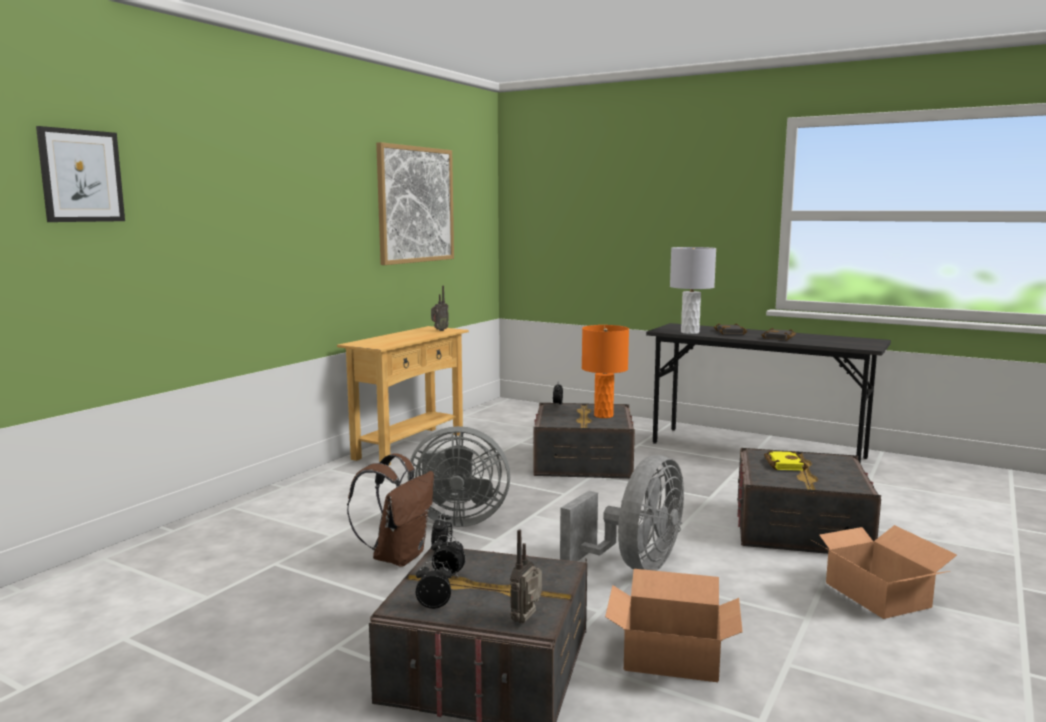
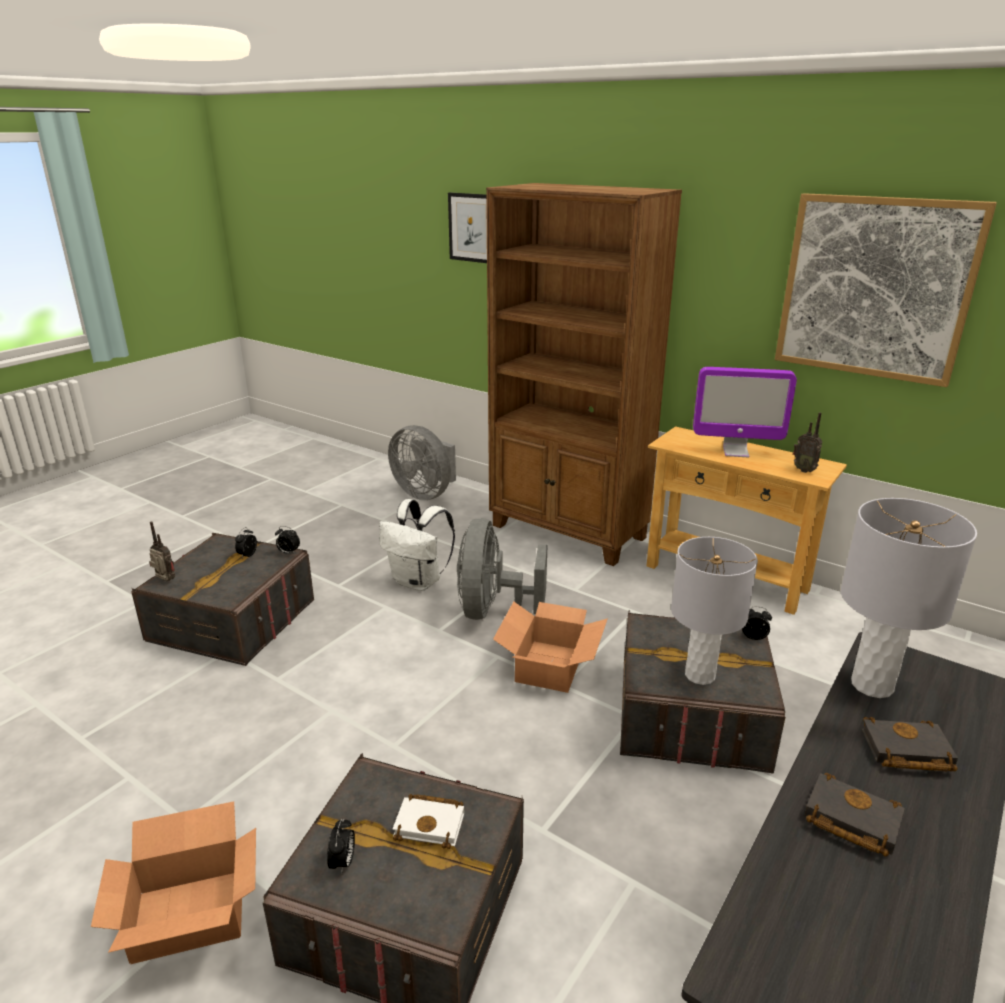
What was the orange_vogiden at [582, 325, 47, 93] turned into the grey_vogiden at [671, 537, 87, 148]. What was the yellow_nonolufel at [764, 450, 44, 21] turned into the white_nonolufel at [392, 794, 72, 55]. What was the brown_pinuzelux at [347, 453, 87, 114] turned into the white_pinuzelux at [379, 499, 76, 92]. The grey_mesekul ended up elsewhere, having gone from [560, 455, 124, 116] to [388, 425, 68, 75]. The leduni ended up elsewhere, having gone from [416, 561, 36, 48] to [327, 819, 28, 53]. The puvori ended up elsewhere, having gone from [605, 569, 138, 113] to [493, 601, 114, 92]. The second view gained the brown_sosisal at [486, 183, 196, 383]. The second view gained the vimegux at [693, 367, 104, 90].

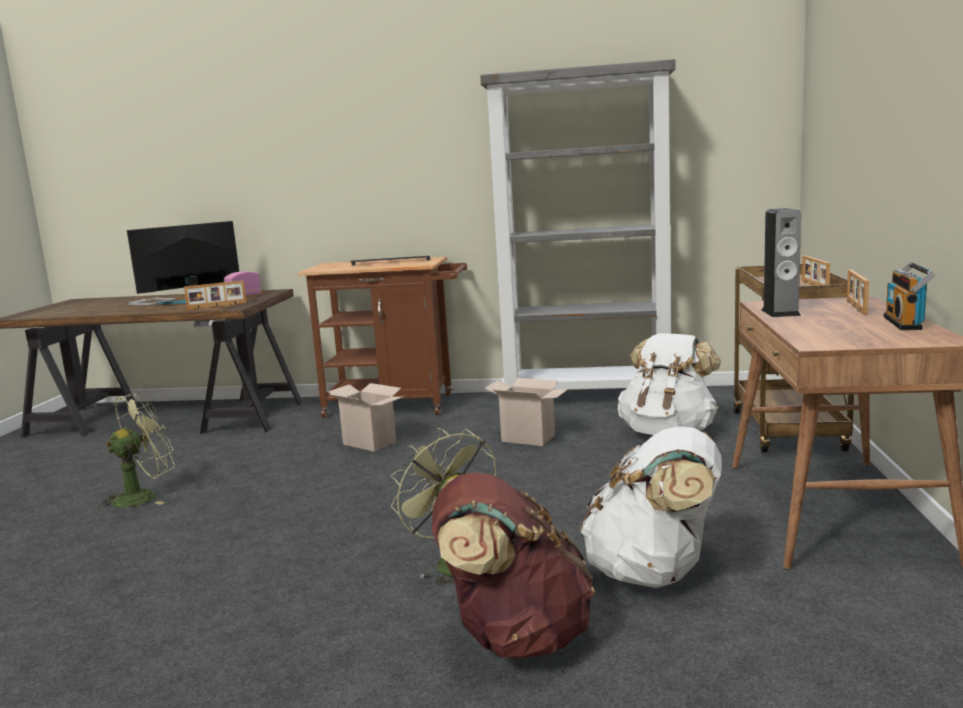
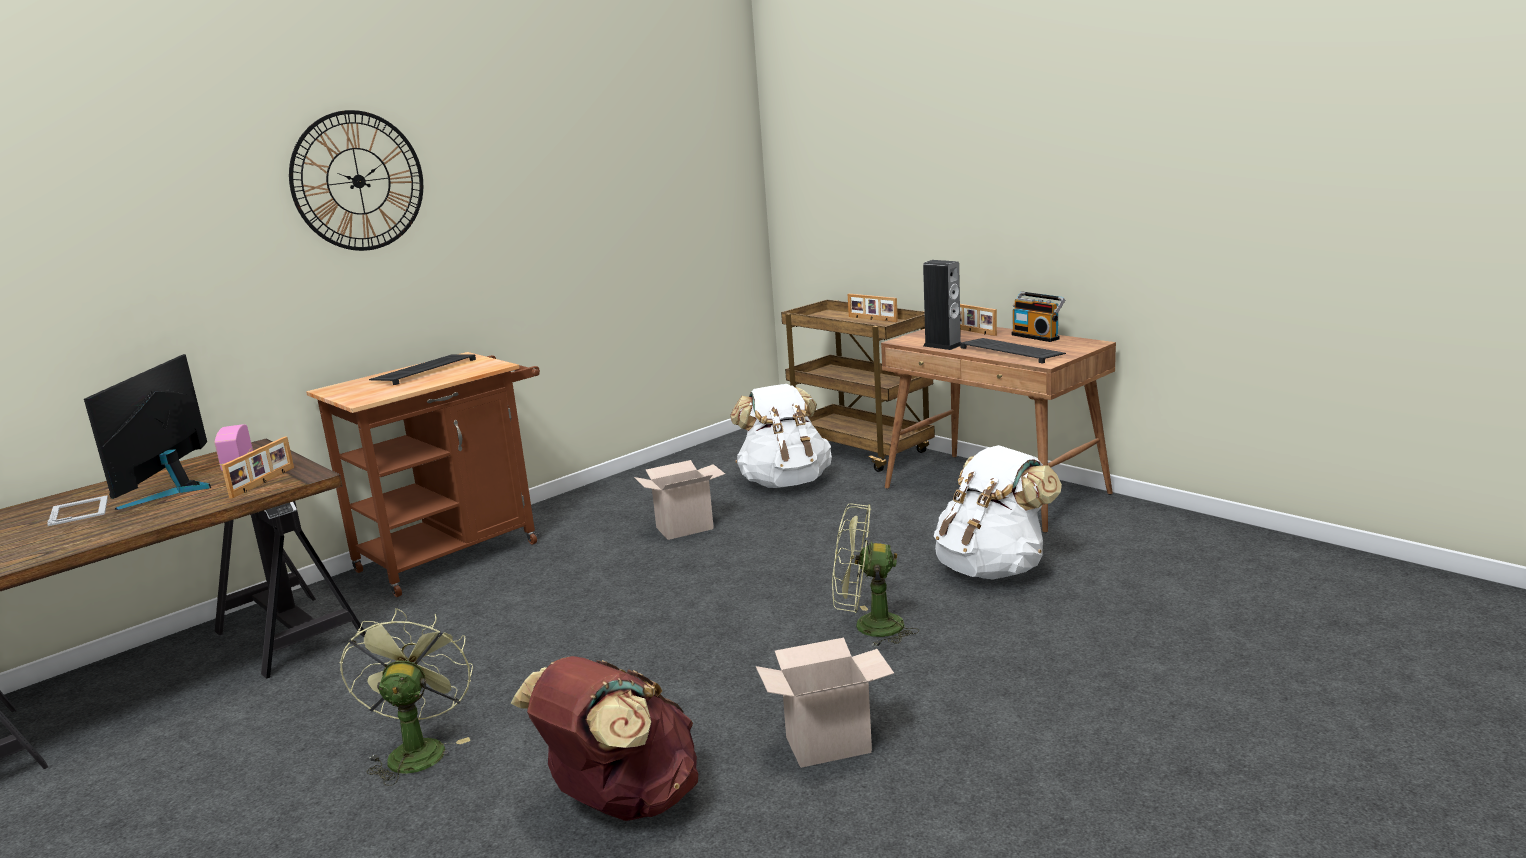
The second view lost the grey_sosisal at [480, 59, 195, 331]. The puvori ended up elsewhere, having gone from [328, 383, 74, 68] to [756, 638, 138, 130]. The brown_pinuzelux ended up elsewhere, having gone from [432, 473, 163, 186] to [510, 656, 188, 165]. The second view gained the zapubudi at [289, 110, 134, 141]. The second view gained the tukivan at [959, 338, 107, 25].

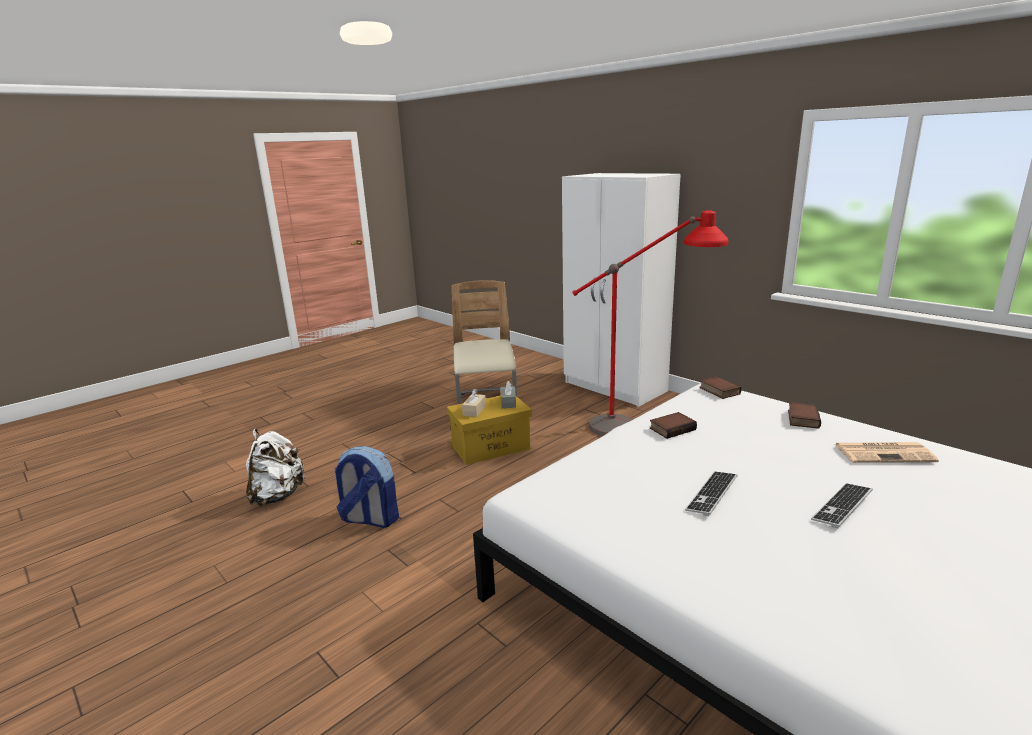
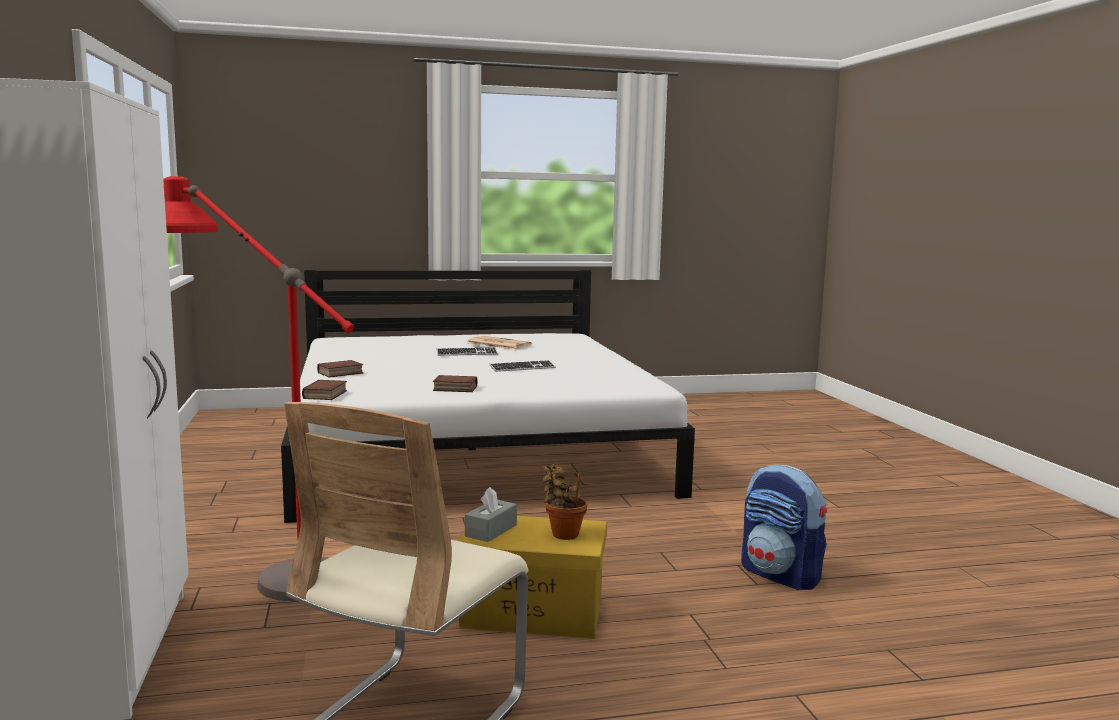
Where the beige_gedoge stood at [462, 389, 24, 28], the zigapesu came to stand at [542, 464, 45, 76]. The second view lost the white_pinuzelux at [246, 429, 60, 77]. The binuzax ended up elsewhere, having gone from [835, 442, 104, 21] to [466, 336, 66, 14].

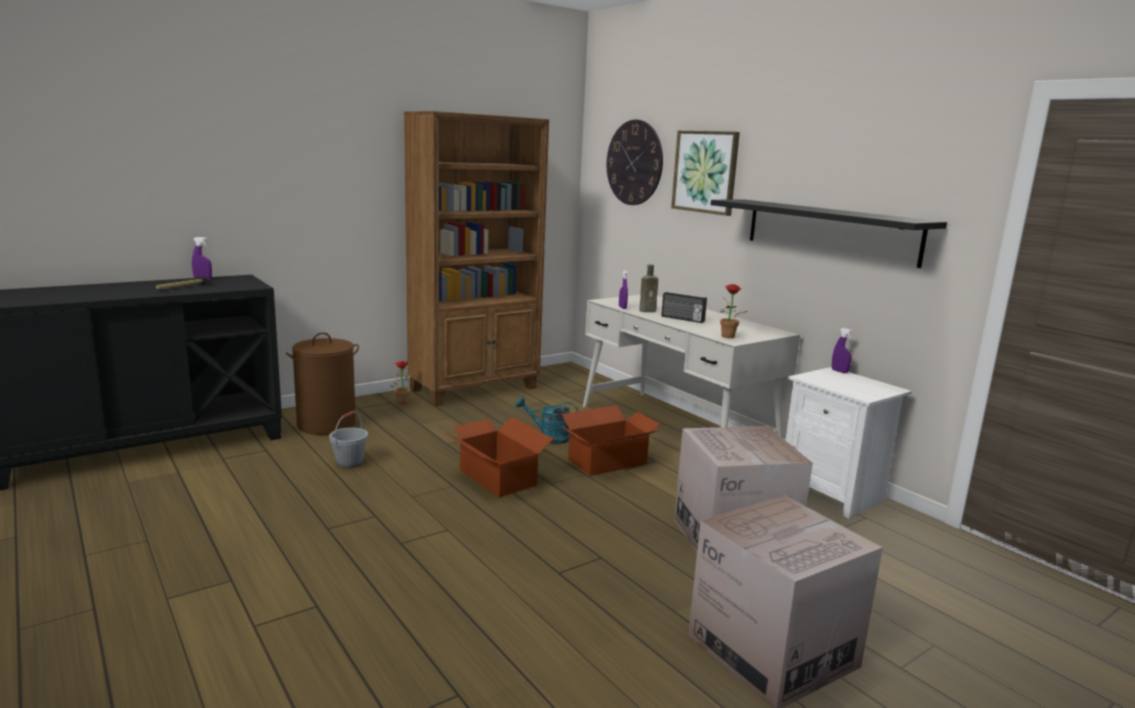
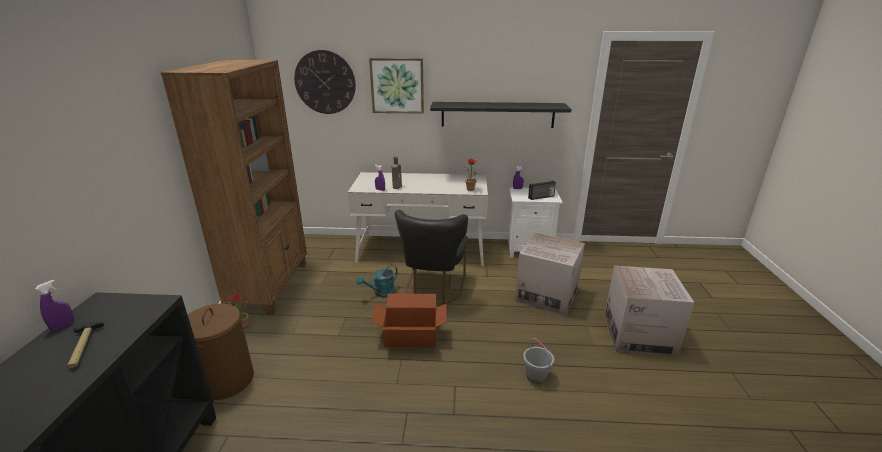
The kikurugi ended up elsewhere, having gone from [661, 292, 46, 31] to [528, 181, 28, 19]. Where the puvori stood at [559, 405, 102, 71], the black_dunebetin came to stand at [395, 210, 73, 95]. The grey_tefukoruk ended up elsewhere, having gone from [329, 411, 39, 58] to [523, 338, 31, 46].

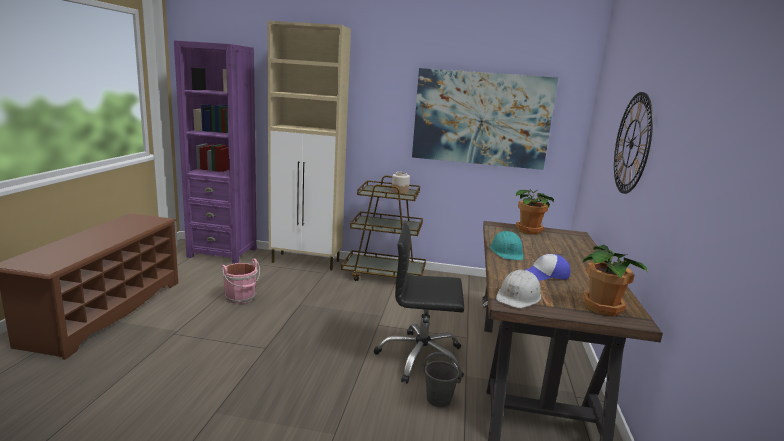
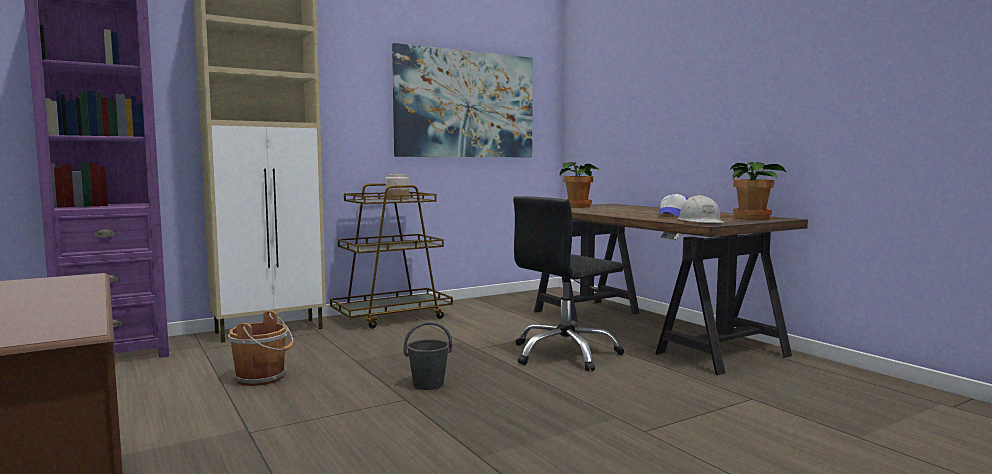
The second view lost the zapubudi at [614, 92, 39, 102]. The second view lost the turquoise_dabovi at [490, 231, 34, 29]. What was the pink_tefukoruk at [221, 258, 39, 46] turned into the brown_tefukoruk at [228, 311, 66, 75]. The grey_tefukoruk ended up elsewhere, having gone from [423, 352, 39, 55] to [404, 321, 48, 69].

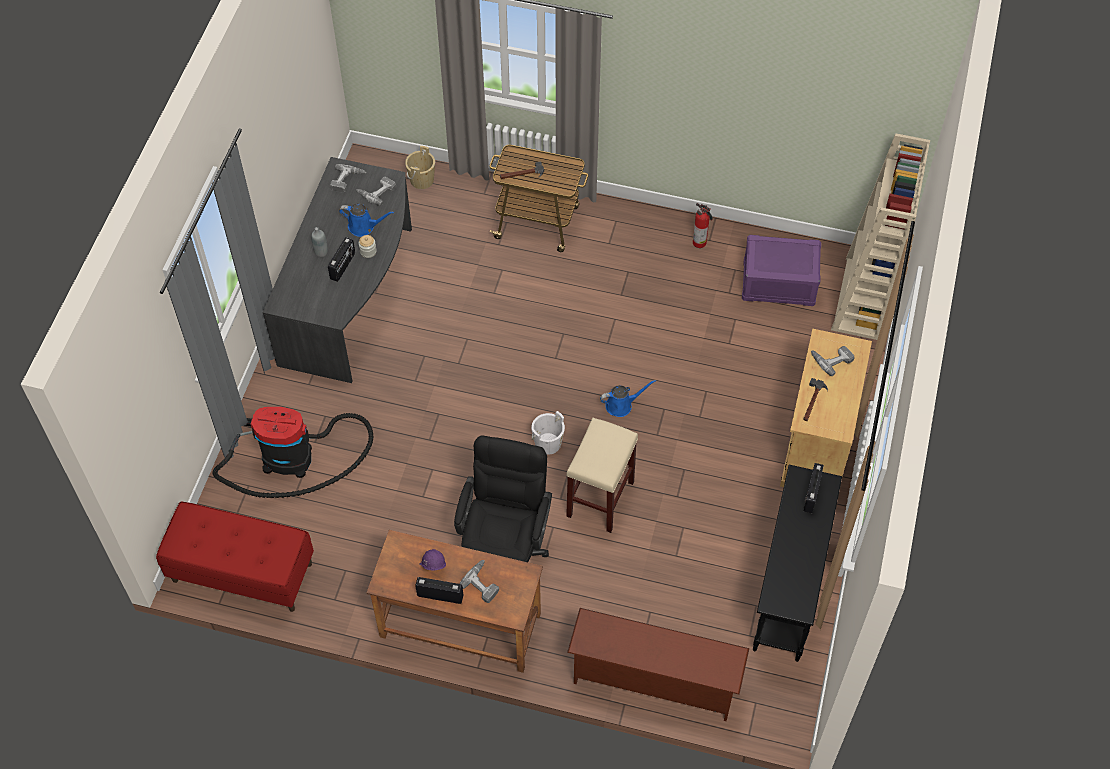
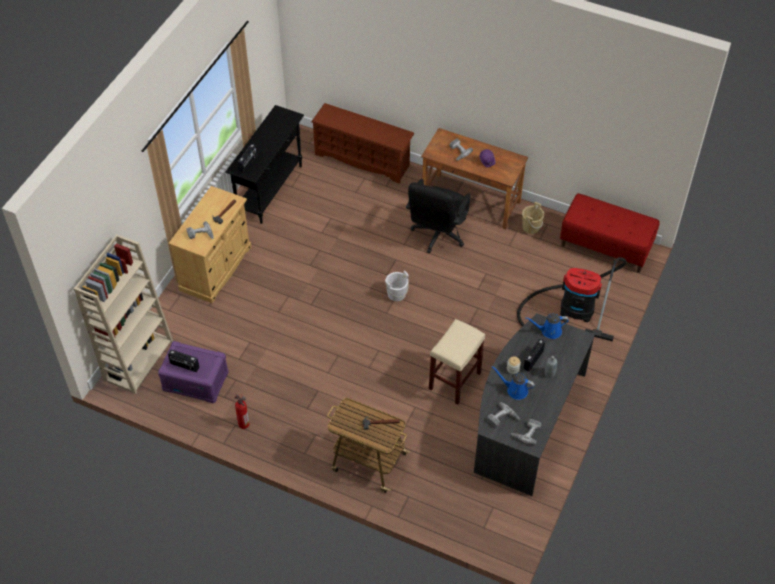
The beige_tefukoruk ended up elsewhere, having gone from [405, 146, 30, 43] to [522, 202, 22, 32]. The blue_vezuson ended up elsewhere, having gone from [600, 380, 56, 37] to [525, 314, 44, 25]. The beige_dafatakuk ended up elsewhere, having gone from [566, 418, 72, 115] to [429, 319, 56, 86]. The kikurugi ended up elsewhere, having gone from [415, 577, 48, 27] to [168, 350, 31, 22].

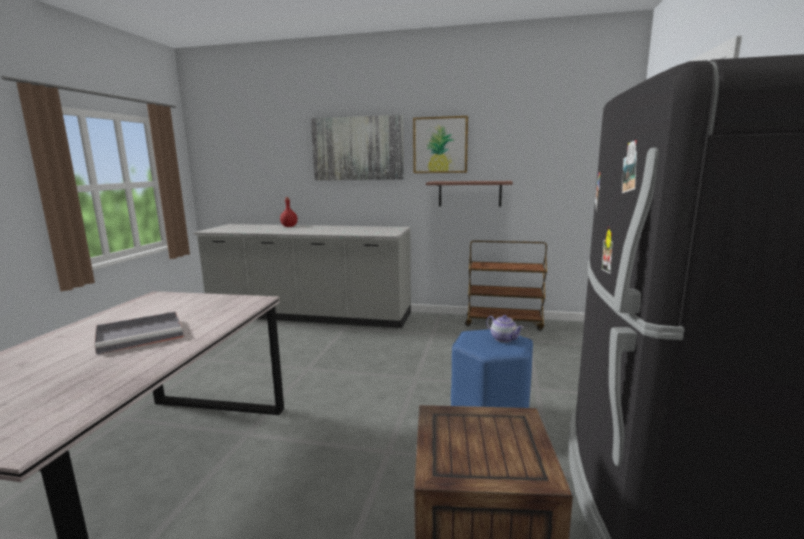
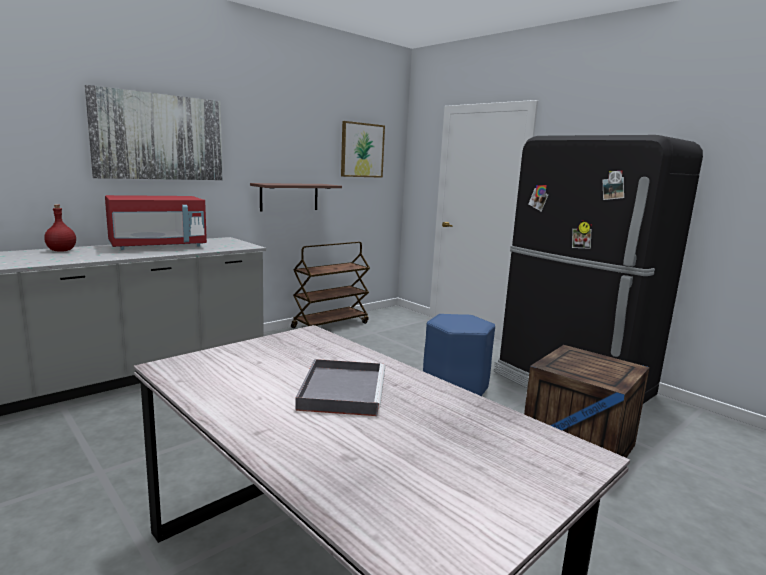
The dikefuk ended up elsewhere, having gone from [413, 116, 55, 57] to [341, 121, 44, 57]. The second view lost the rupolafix at [486, 315, 38, 28]. The second view gained the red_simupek at [105, 195, 102, 55].

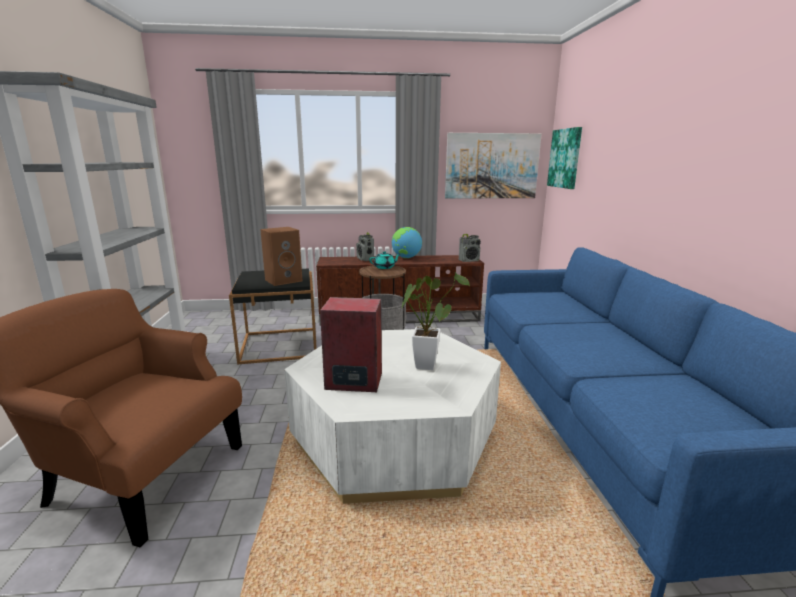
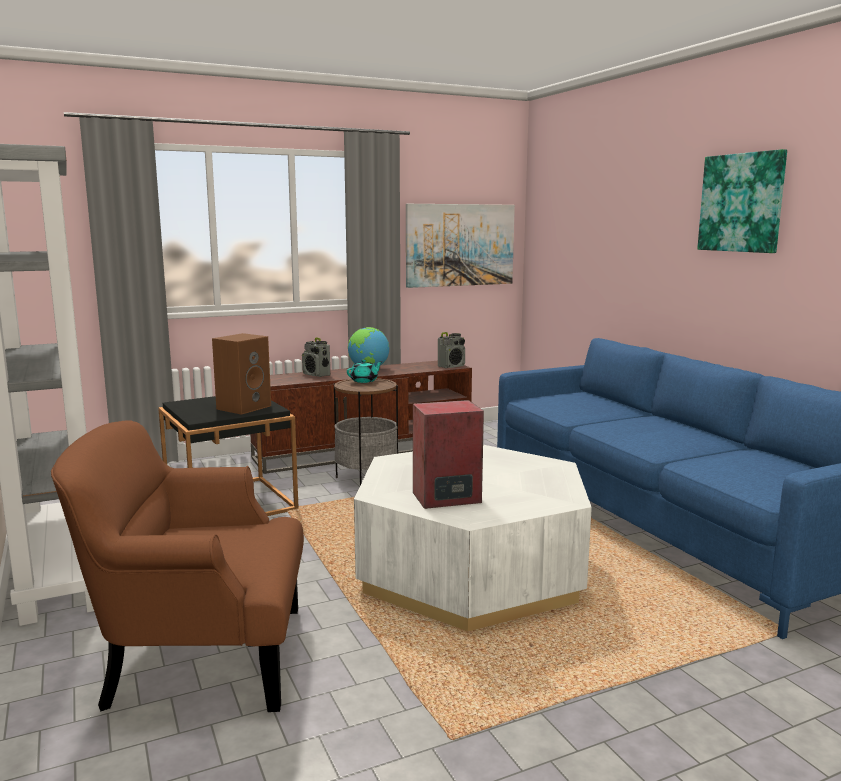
The dikefuk ended up elsewhere, having gone from [547, 127, 35, 62] to [697, 149, 90, 104]. The second view lost the zigapesu at [401, 272, 69, 98].

